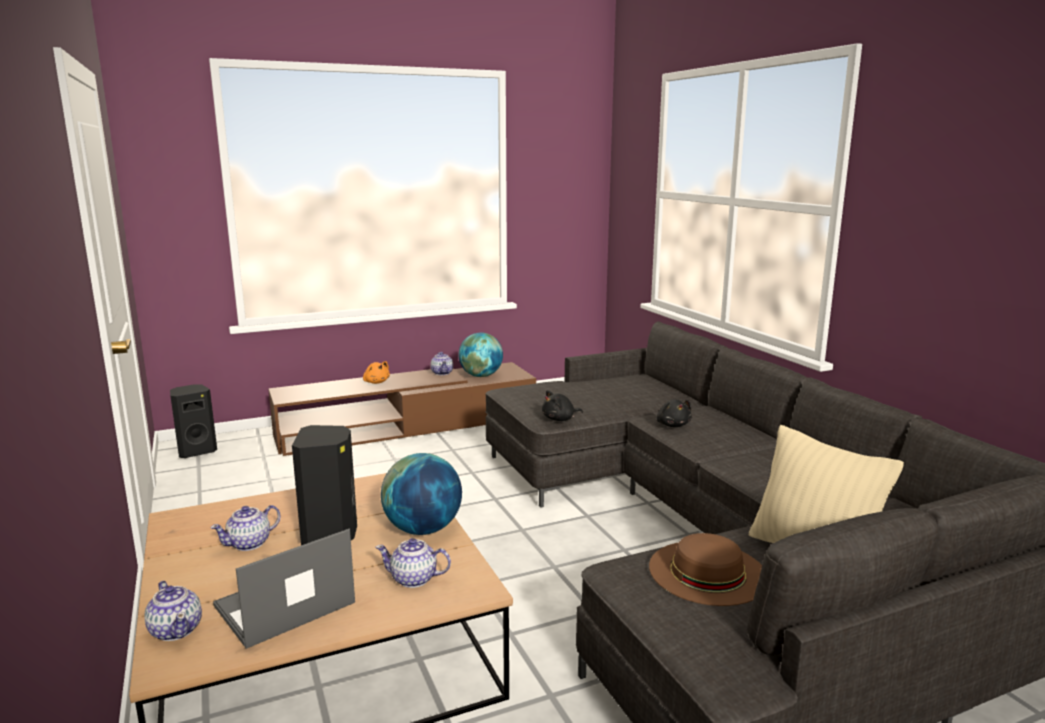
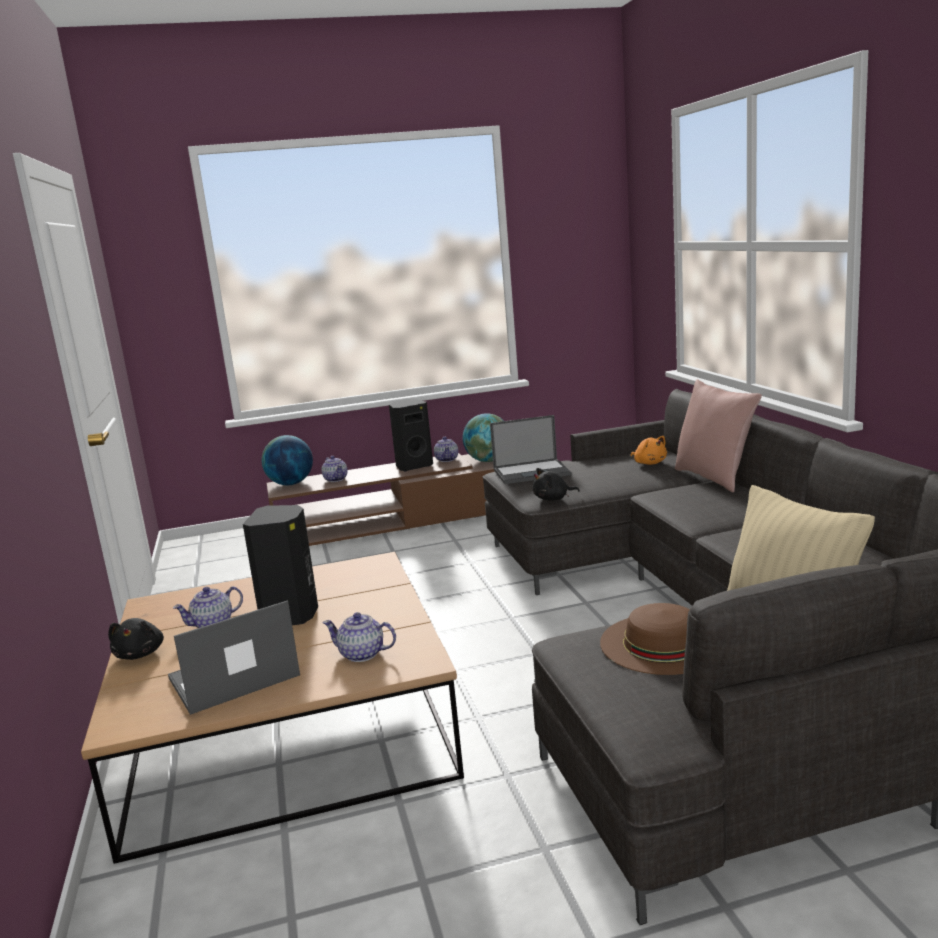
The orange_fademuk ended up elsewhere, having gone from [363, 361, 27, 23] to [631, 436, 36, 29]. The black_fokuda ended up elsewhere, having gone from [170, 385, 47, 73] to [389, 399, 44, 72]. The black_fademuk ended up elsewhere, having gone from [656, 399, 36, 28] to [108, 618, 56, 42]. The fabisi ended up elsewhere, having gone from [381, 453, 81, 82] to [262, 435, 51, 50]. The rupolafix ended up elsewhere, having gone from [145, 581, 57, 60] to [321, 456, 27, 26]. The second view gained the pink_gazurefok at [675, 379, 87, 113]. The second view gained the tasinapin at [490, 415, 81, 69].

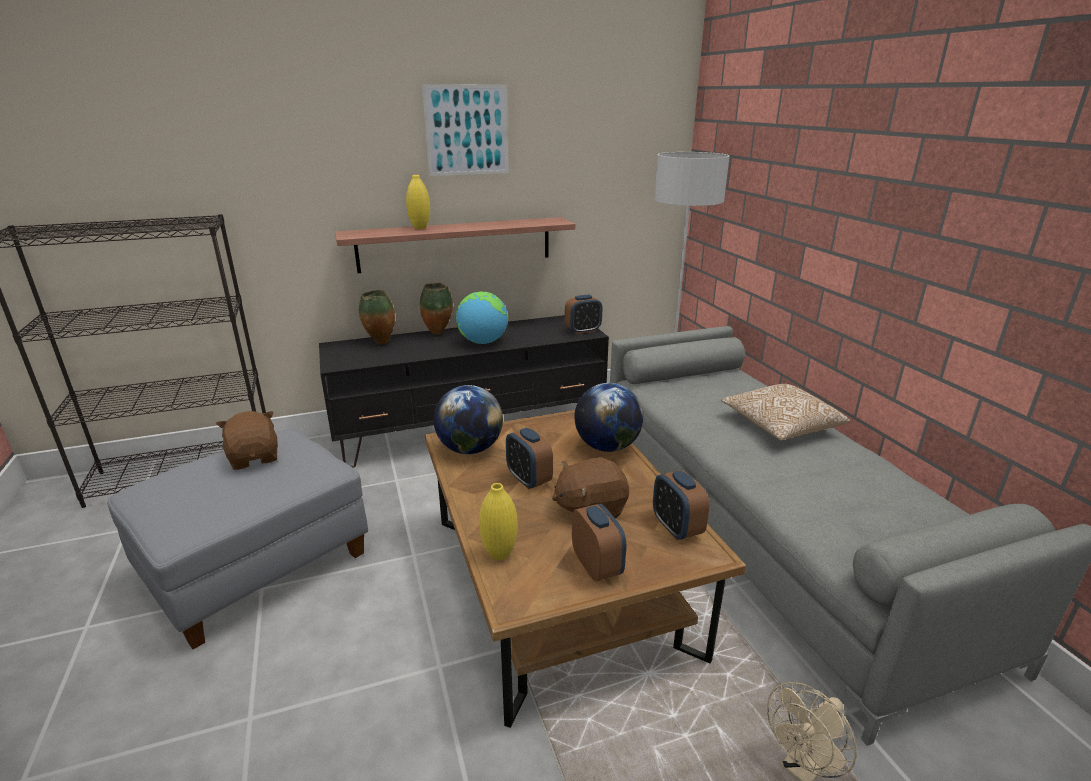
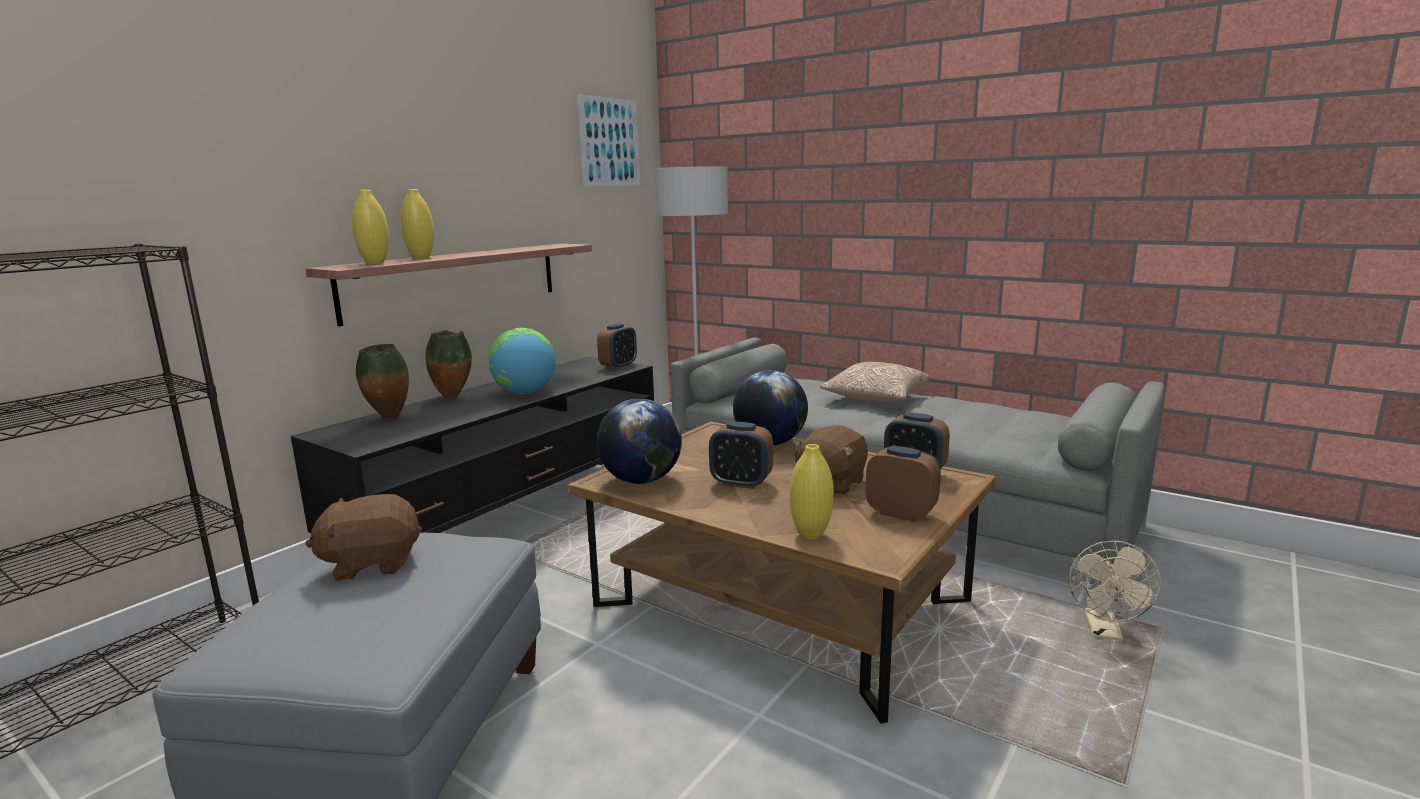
The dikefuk ended up elsewhere, having gone from [422, 84, 87, 92] to [577, 94, 63, 93]. The brown_fademuk at [216, 411, 62, 59] ended up facing another way, 45 degrees counterclockwise from before. The second view gained the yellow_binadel at [352, 190, 37, 74].

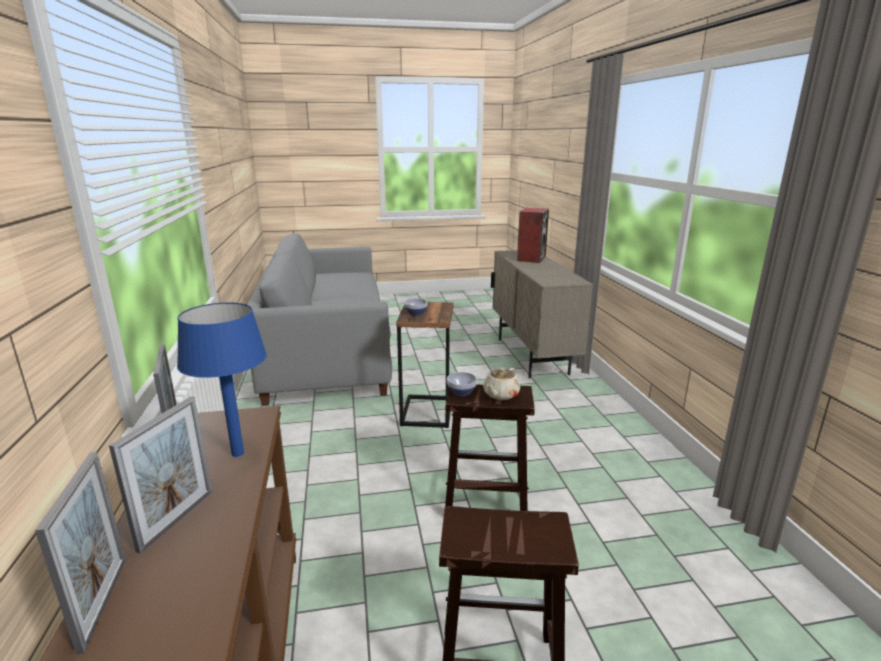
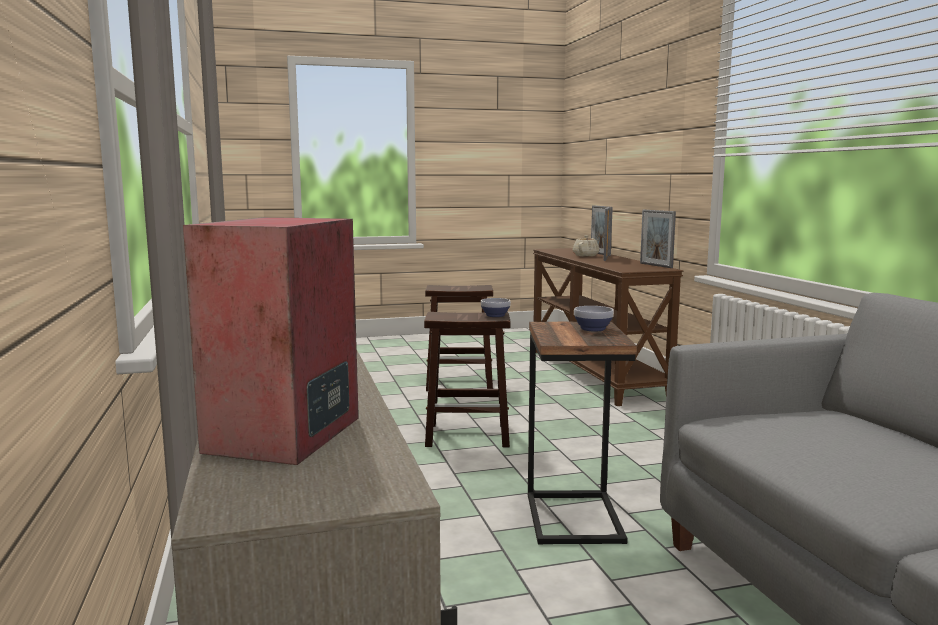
The second view lost the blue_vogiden at [177, 302, 90, 155]. The beige_rupolafix ended up elsewhere, having gone from [483, 367, 37, 33] to [573, 235, 26, 22].

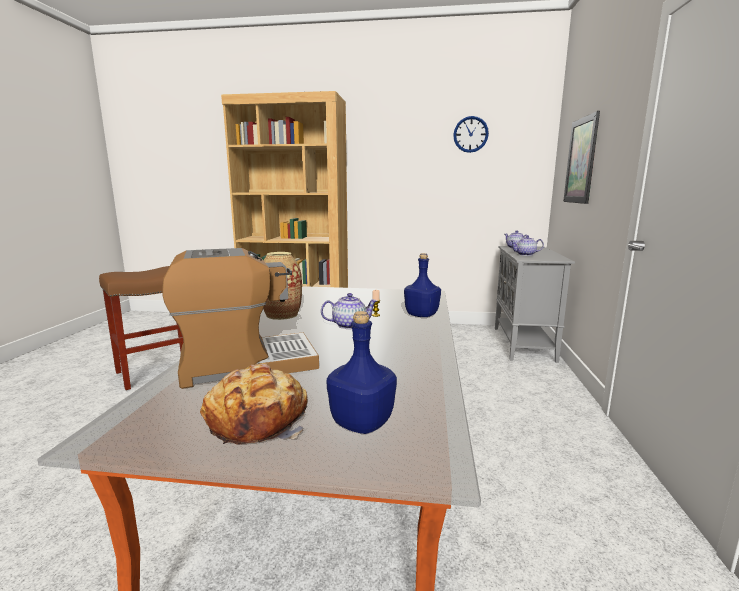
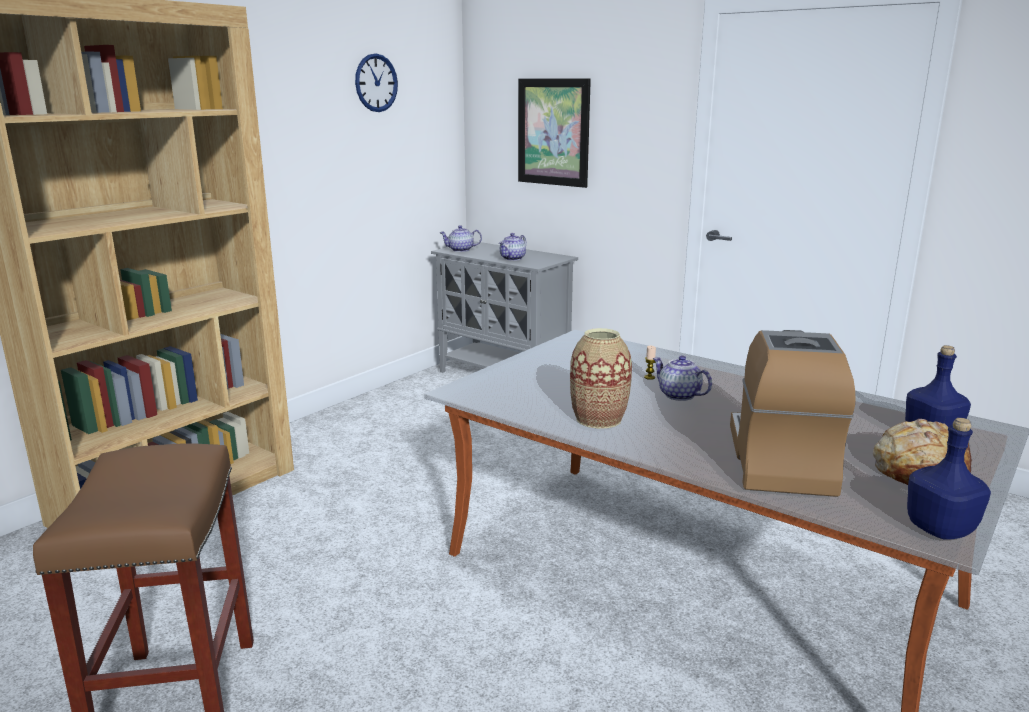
The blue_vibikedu ended up elsewhere, having gone from [404, 253, 37, 64] to [907, 418, 84, 122]. The rupolafix at [321, 293, 57, 36] ended up facing another way, 60 degrees counterclockwise from before.

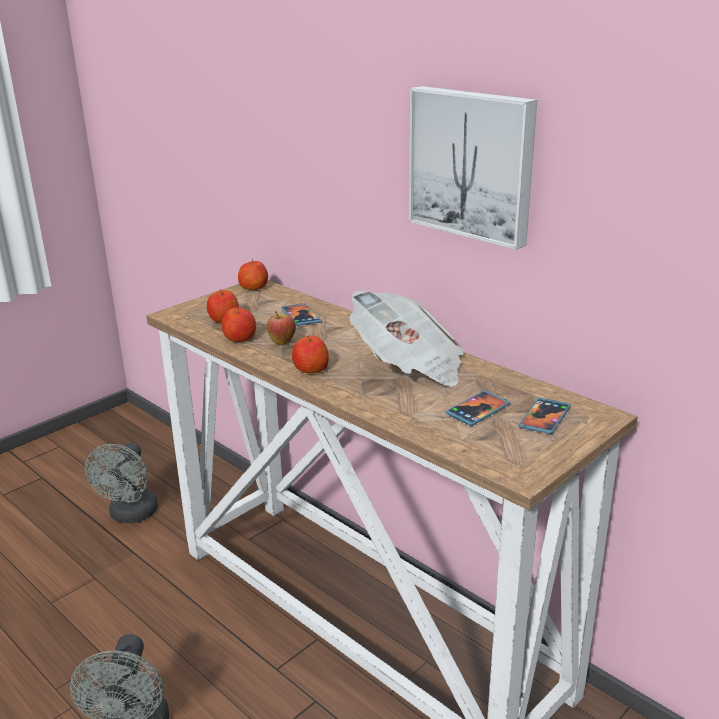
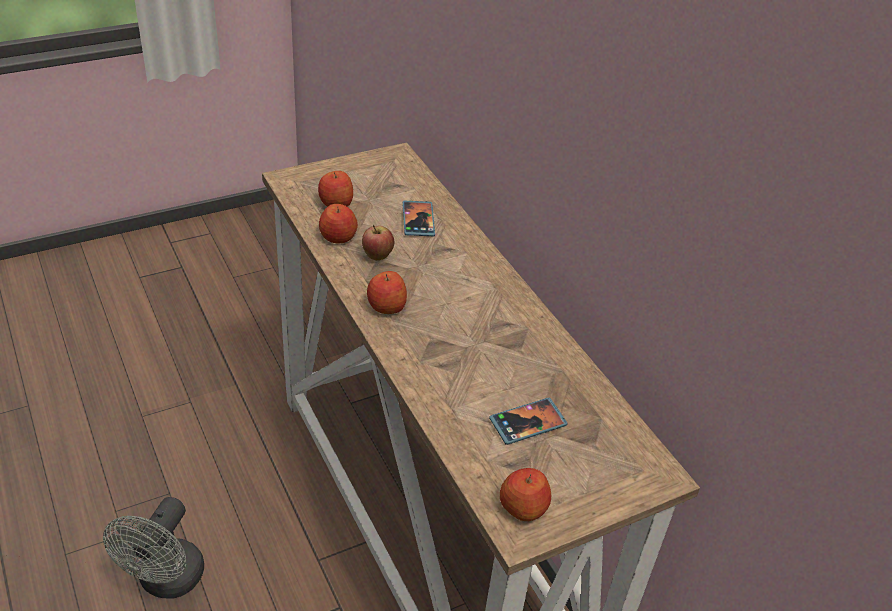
The second view lost the dikefuk at [409, 86, 128, 164]. The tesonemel ended up elsewhere, having gone from [238, 259, 30, 31] to [500, 468, 51, 53]. The second view lost the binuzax at [349, 290, 115, 97]. The second view lost the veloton at [519, 398, 52, 36]. The second view lost the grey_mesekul at [85, 442, 73, 81].

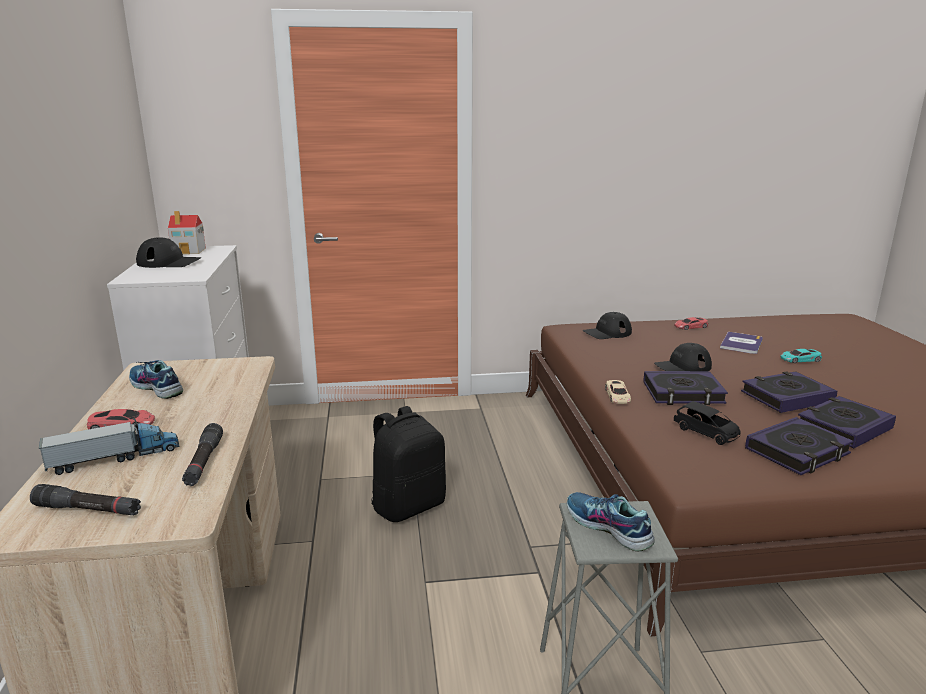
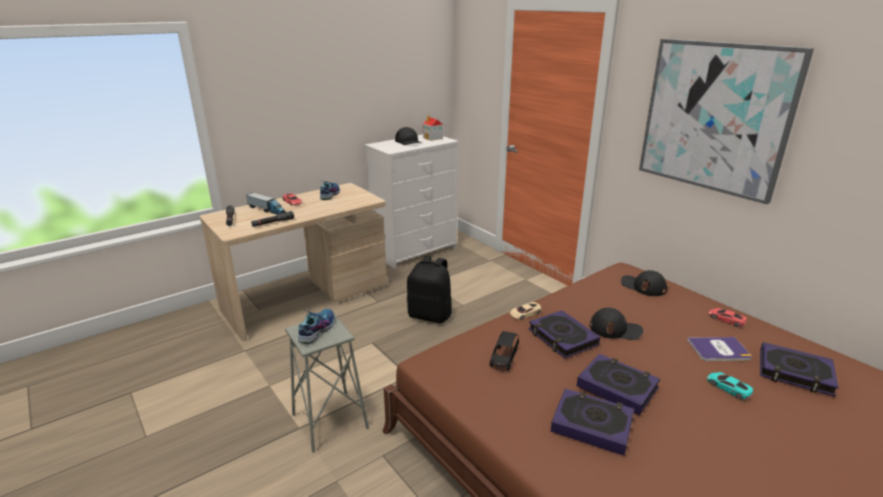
The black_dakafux at [654, 343, 58, 28] ended up facing another way, 150 degrees clockwise from before. The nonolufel ended up elsewhere, having gone from [745, 417, 109, 58] to [760, 342, 79, 54]. The second view gained the dikefuk at [639, 39, 175, 165].

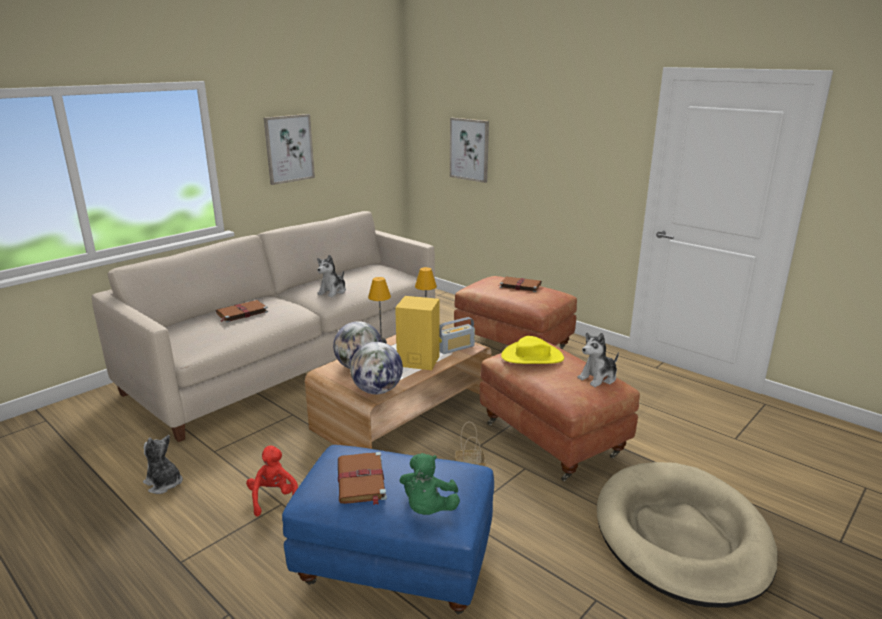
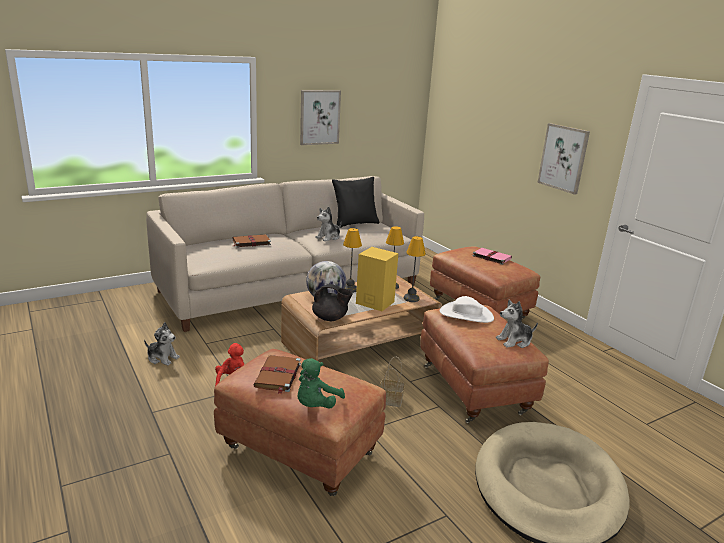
The dikefuk ended up elsewhere, having gone from [450, 118, 39, 65] to [537, 123, 53, 72]. What was the brown_nonolufel at [498, 277, 44, 15] turned into the pink_nonolufel at [472, 248, 40, 17]. Where the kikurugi stood at [440, 317, 35, 37], the vogiden came to stand at [404, 236, 22, 66]. What was the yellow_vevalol at [501, 336, 63, 28] turned into the white_vevalol at [440, 296, 54, 27]. Where the fabisi stood at [350, 342, 53, 52], the black_rupolafix came to stand at [312, 284, 40, 37]. The fademuk at [143, 435, 40, 59] ended up facing another way, 150 degrees clockwise from before. What was the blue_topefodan at [282, 445, 212, 169] turned into the brown_topefodan at [214, 349, 172, 147]. The second view gained the black_gazurefok at [332, 177, 47, 51].

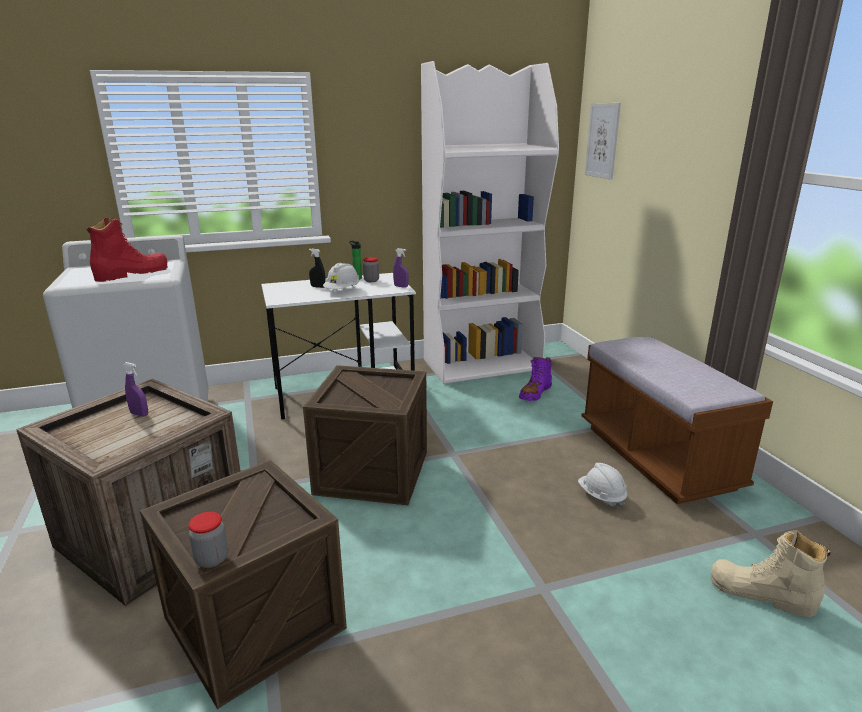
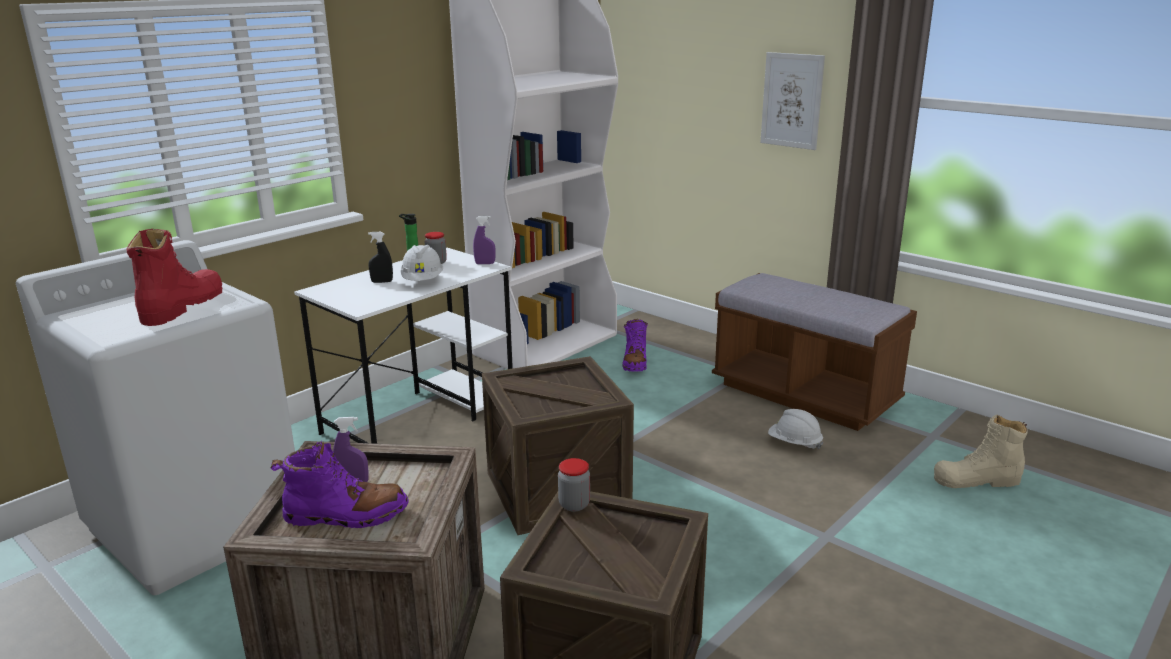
The dikefuk ended up elsewhere, having gone from [585, 103, 36, 77] to [760, 52, 65, 98]. The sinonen ended up elsewhere, having gone from [188, 512, 40, 56] to [558, 458, 32, 54]. The second view gained the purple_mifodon at [271, 441, 138, 87].

